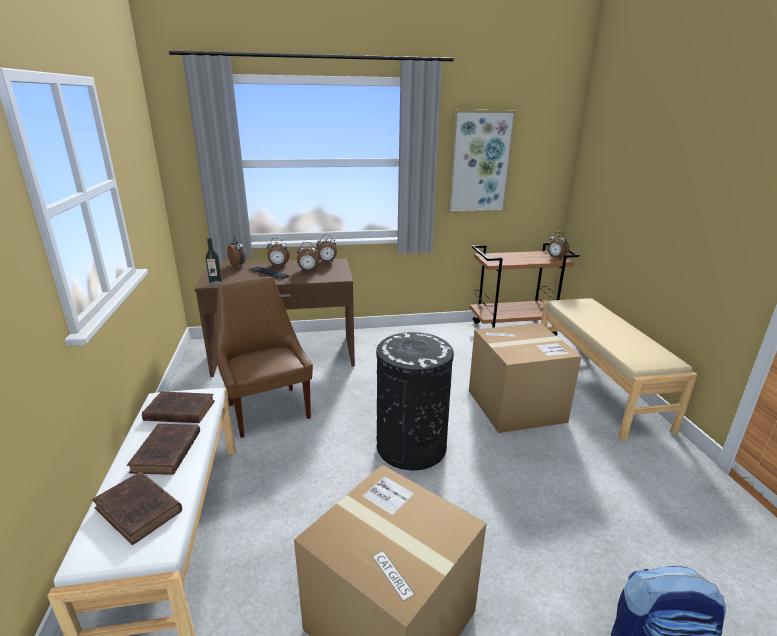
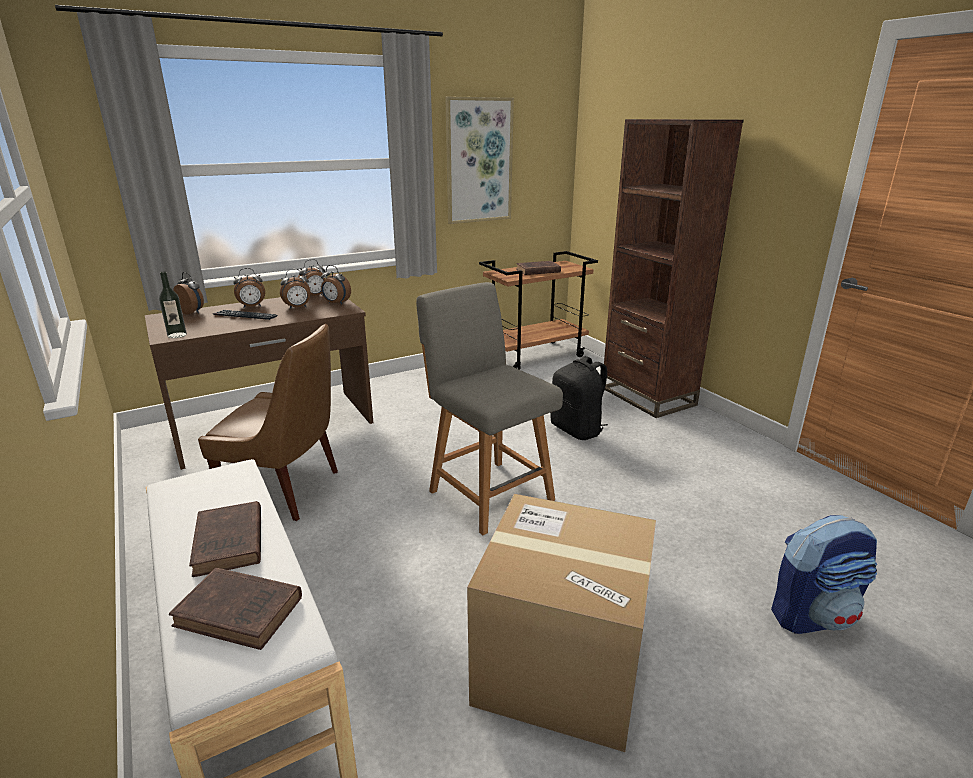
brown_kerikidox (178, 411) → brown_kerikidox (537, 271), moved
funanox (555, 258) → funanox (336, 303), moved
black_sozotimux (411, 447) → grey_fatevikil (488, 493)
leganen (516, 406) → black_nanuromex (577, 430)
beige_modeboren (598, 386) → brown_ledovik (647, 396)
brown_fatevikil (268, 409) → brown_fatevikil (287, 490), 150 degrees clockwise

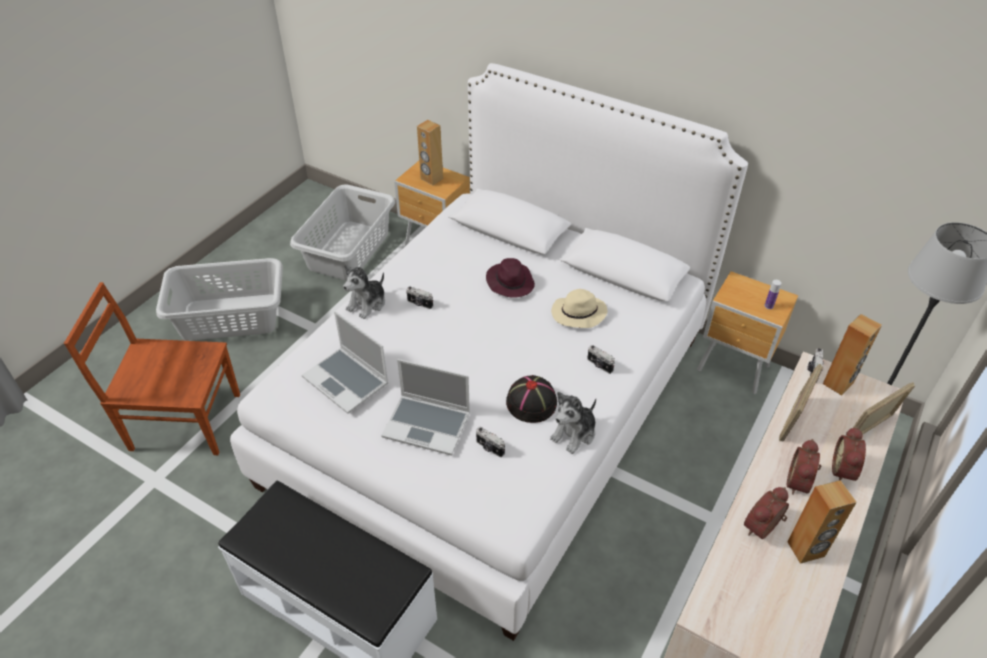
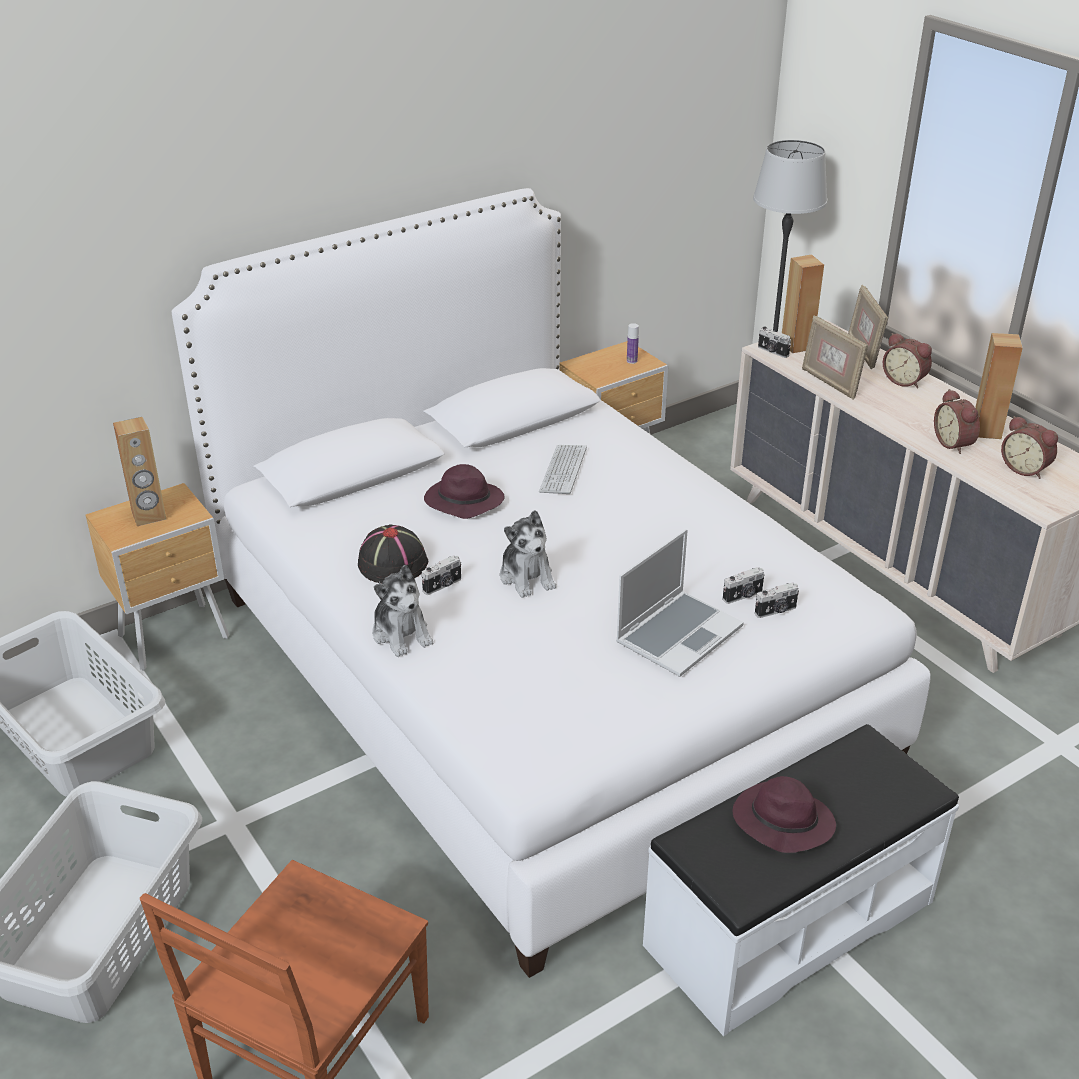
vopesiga (347, 381) → -
- → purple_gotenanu (781, 822)
black_gotenanu (531, 402) → black_gotenanu (392, 563), moved
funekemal (574, 433) → funekemal (527, 577), moved
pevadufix (599, 365) → pevadufix (776, 611), moved
funanox (800, 483) → funanox (1025, 469), moved
beige_gotenanu (578, 314) → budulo (563, 470)

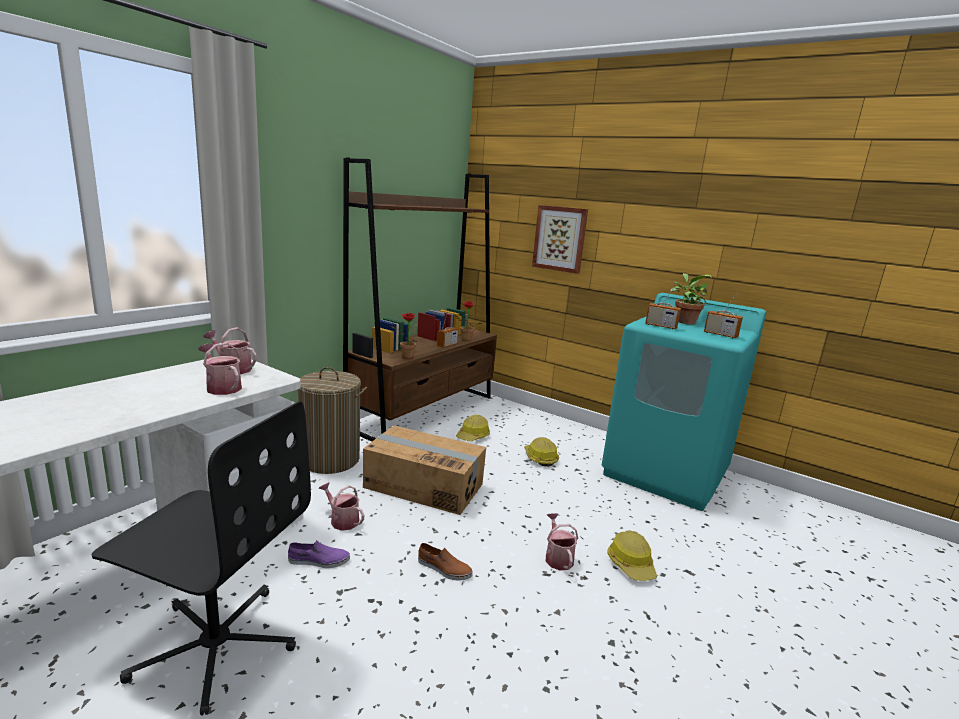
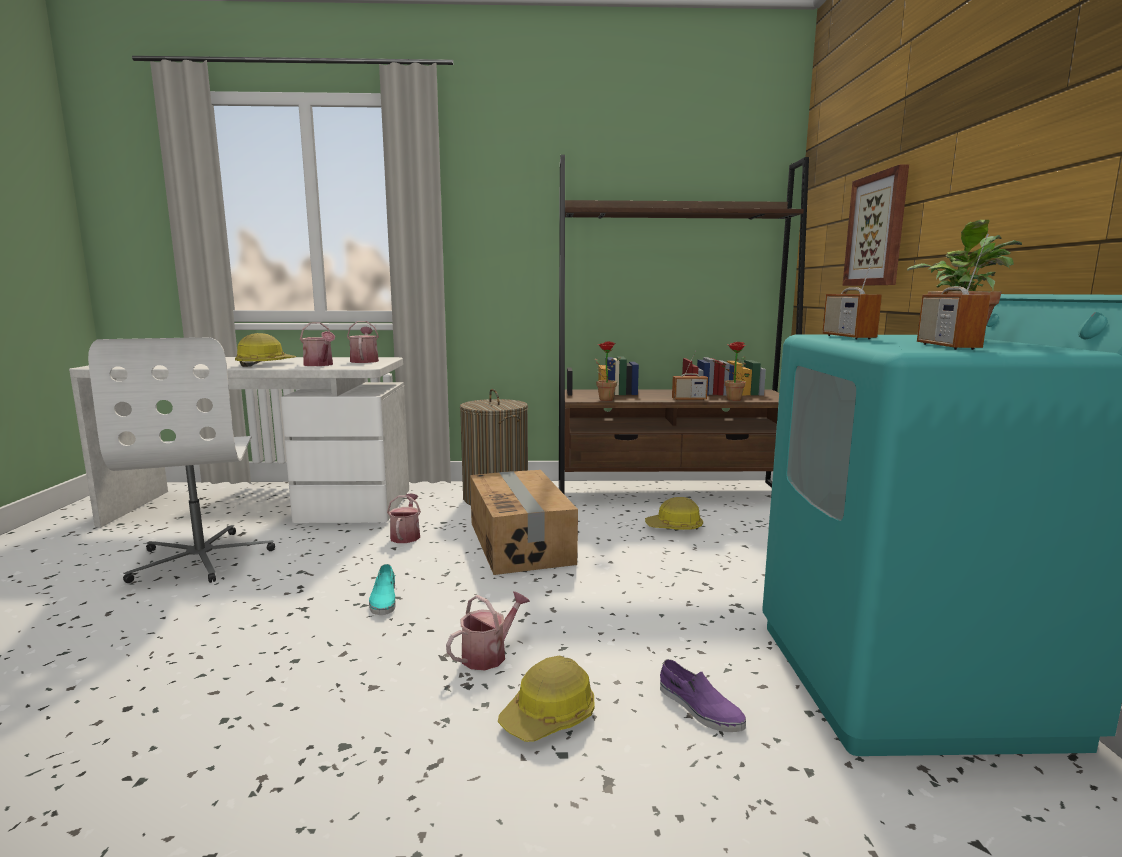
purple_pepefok (319, 561) → purple_pepefok (699, 708), moved
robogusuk (540, 458) → robogusuk (265, 364), moved
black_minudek (215, 644) → white_minudek (202, 558)
brown_pepefok (444, 568) → turquoise_pepefok (383, 599)
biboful (221, 387) → biboful (320, 365), 135 degrees clockwise

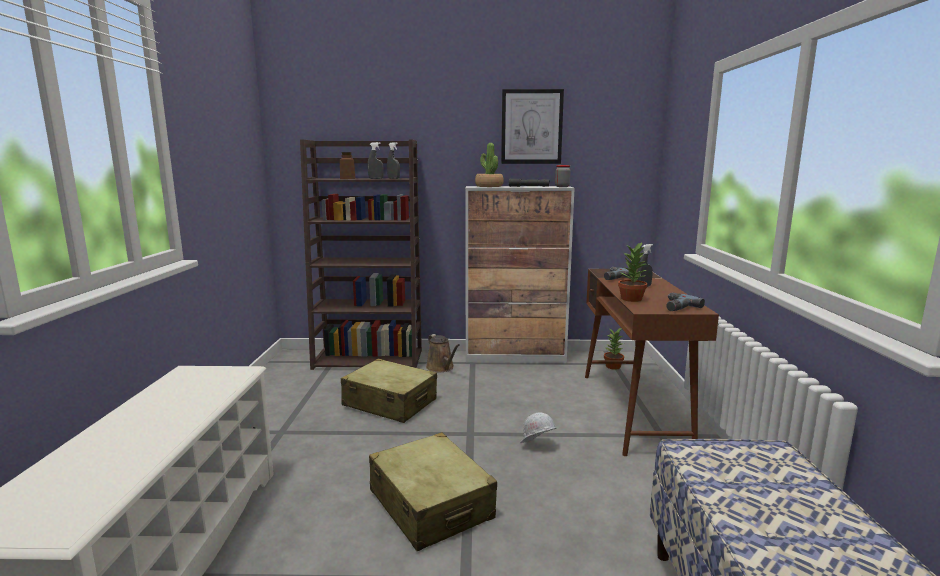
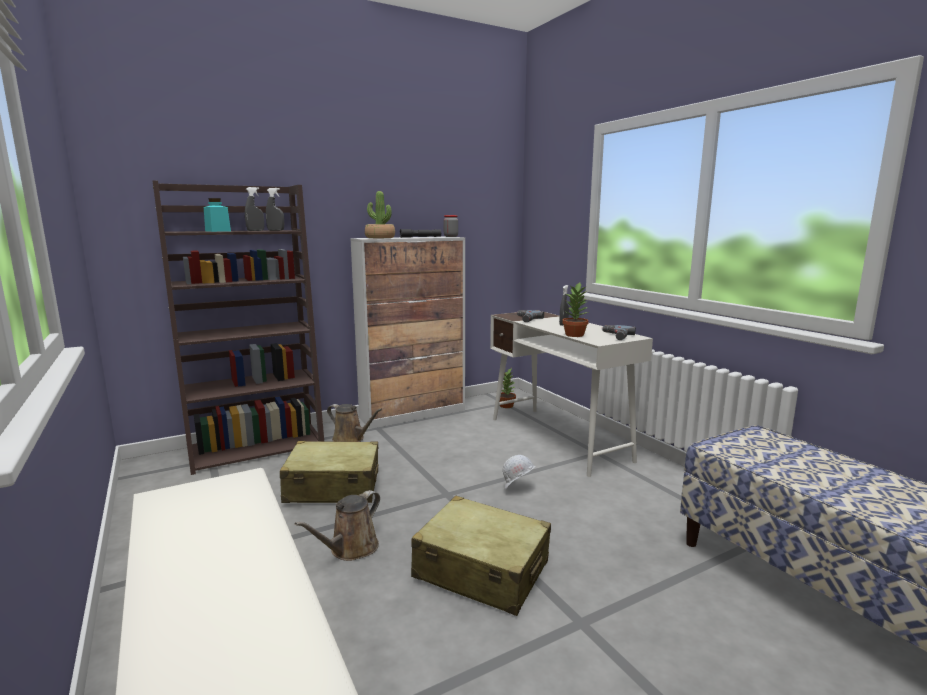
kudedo (531, 127) → -
- → brown_biboful (350, 549)
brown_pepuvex (347, 178) → turquoise_pepuvex (218, 231)
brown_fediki (632, 411) → white_fediki (558, 439)

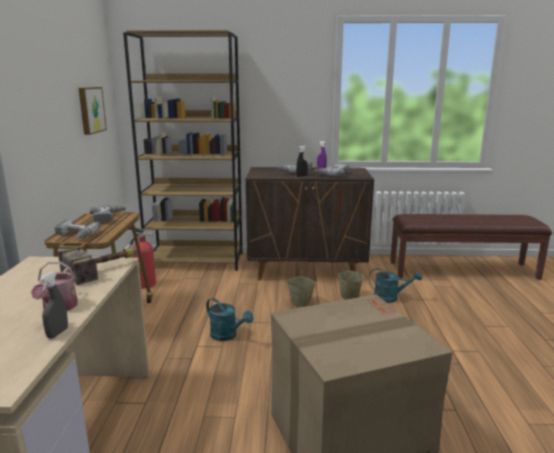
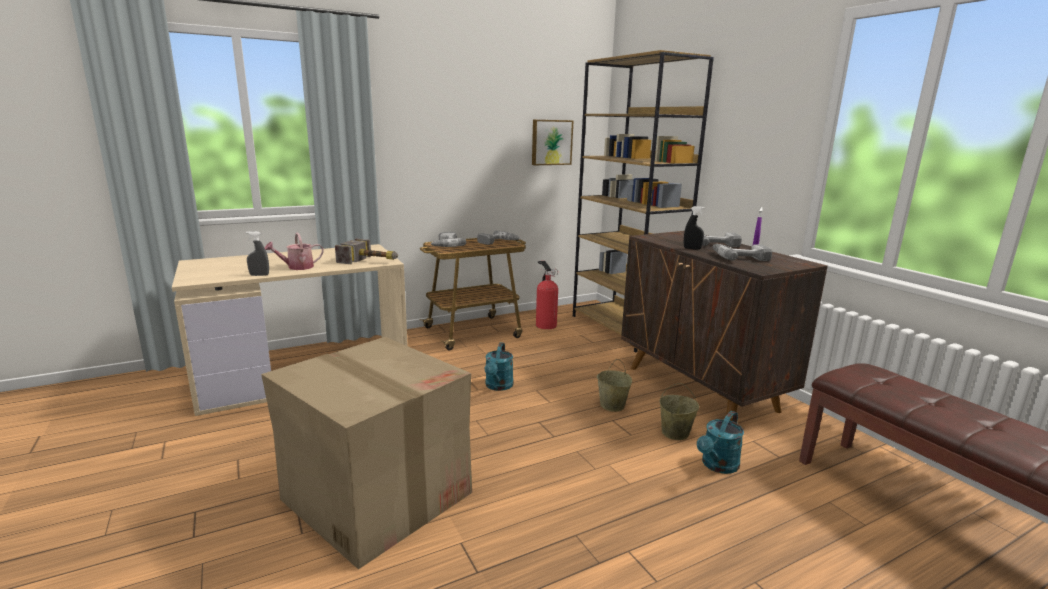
turquoise_biboful (390, 298) → turquoise_biboful (717, 466), 60 degrees clockwise

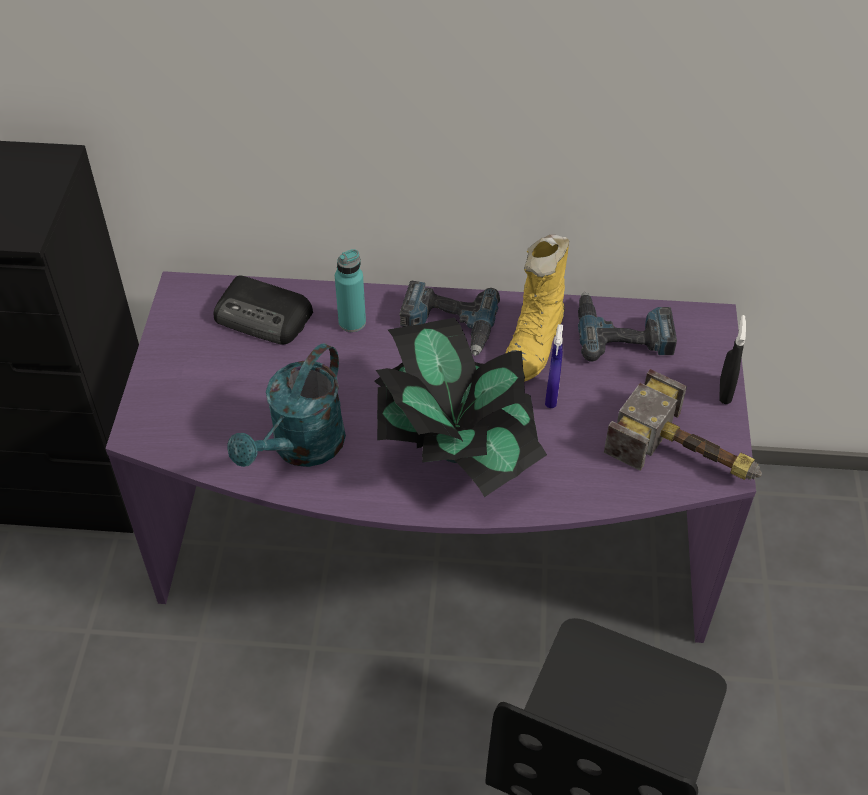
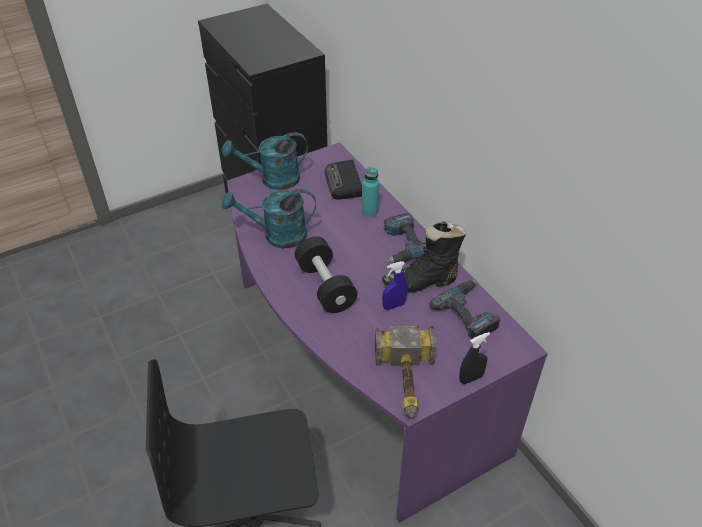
- → turquoise_biboful (272, 179)
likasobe (456, 447) → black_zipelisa (325, 286)
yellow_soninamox (534, 346) → black_soninamox (421, 282)

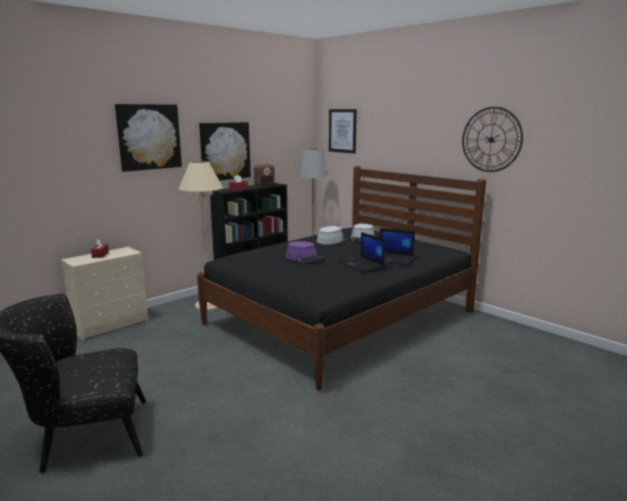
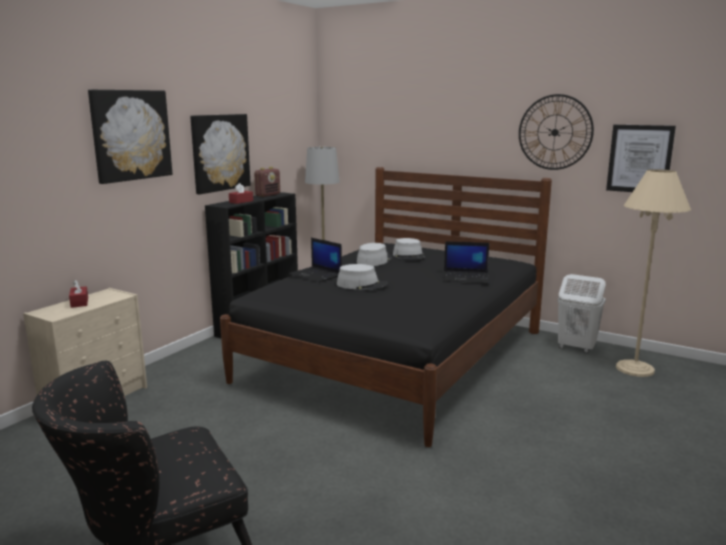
- → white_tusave (576, 347)
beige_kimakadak (208, 305) → beige_kimakadak (634, 369), moved
kudedo (342, 131) → kudedo (639, 159), moved
vopesiga (362, 265) → vopesiga (316, 275), moved
purple_gotenanu (304, 258) → grey_gotenanu (362, 285)

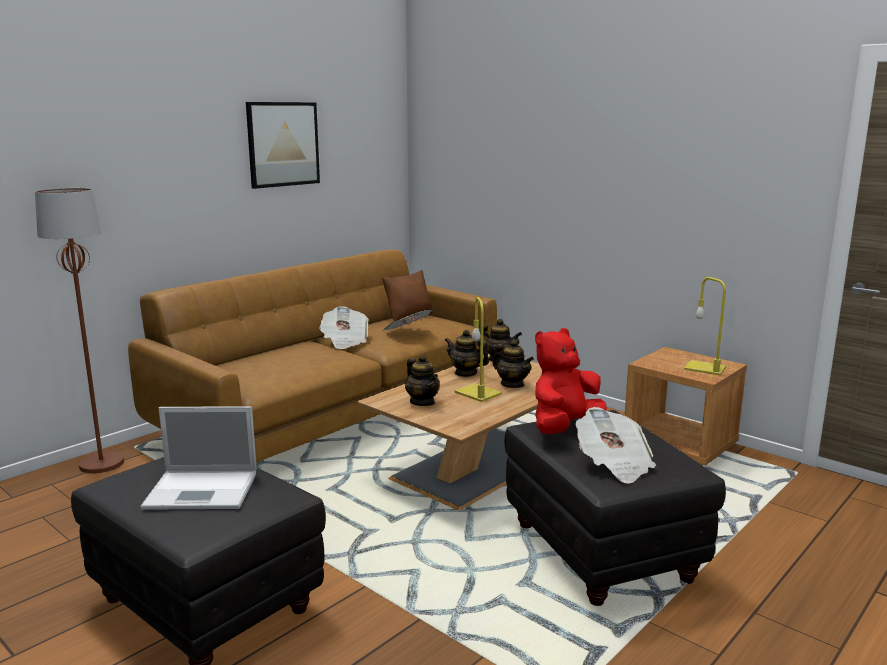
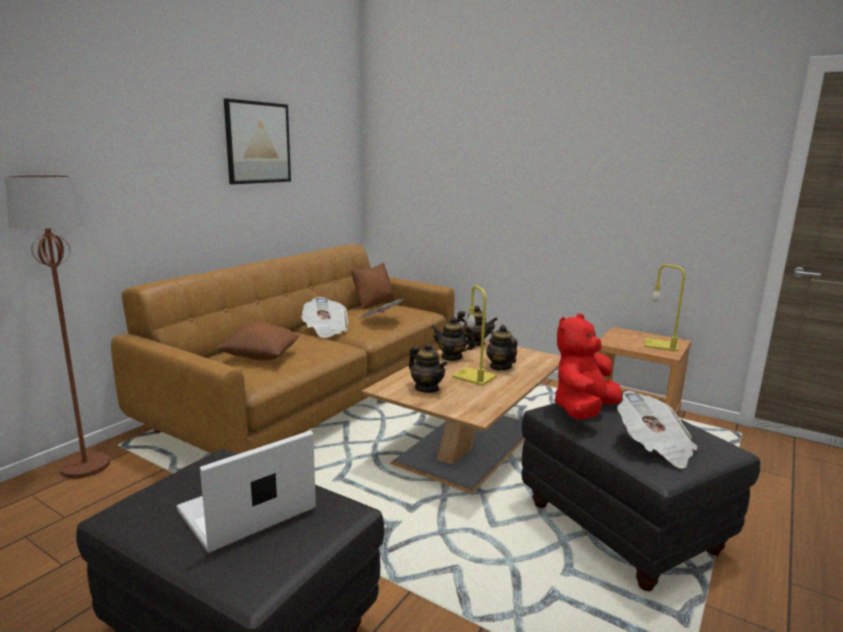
- → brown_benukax (260, 357)
vopesiga (204, 490) → vopesiga (244, 511), 150 degrees clockwise
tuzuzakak (512, 384) → tuzuzakak (500, 367), 150 degrees counterclockwise

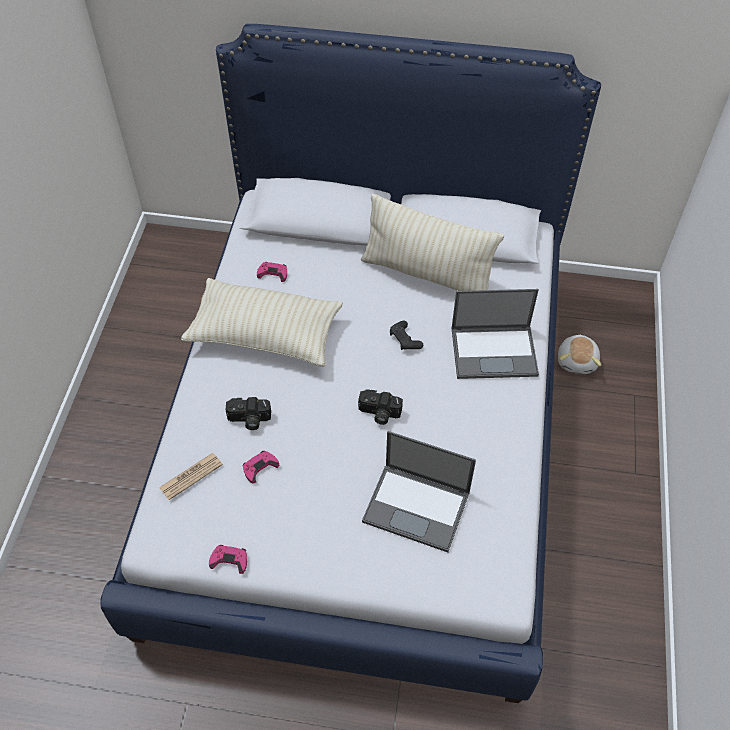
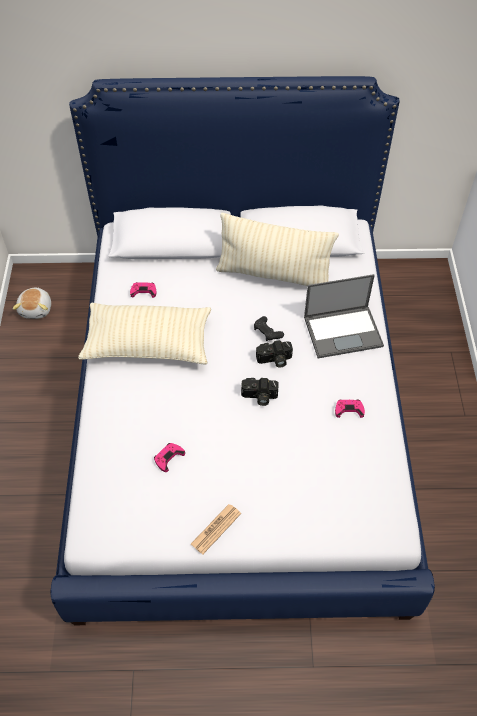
vopesiga (418, 507) → -
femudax (191, 476) → femudax (216, 529), moved
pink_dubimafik (229, 560) → pink_dubimafik (349, 409), moved
pevadufix (249, 420) → pevadufix (274, 360), moved
funekemal (577, 361) → funekemal (36, 309), moved

